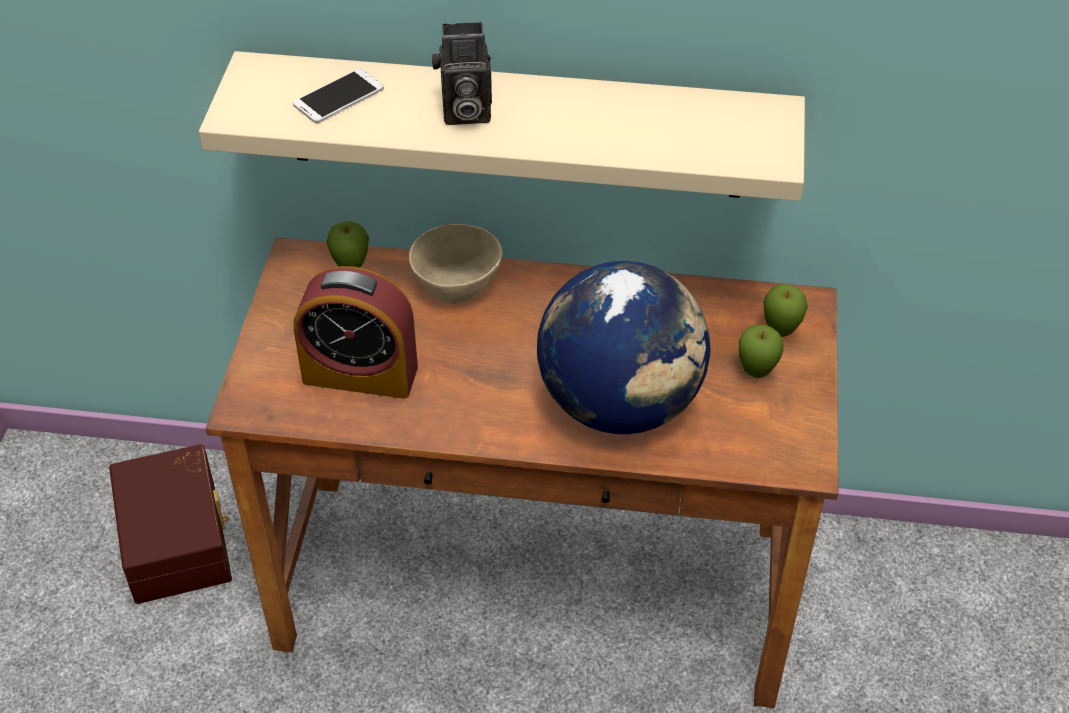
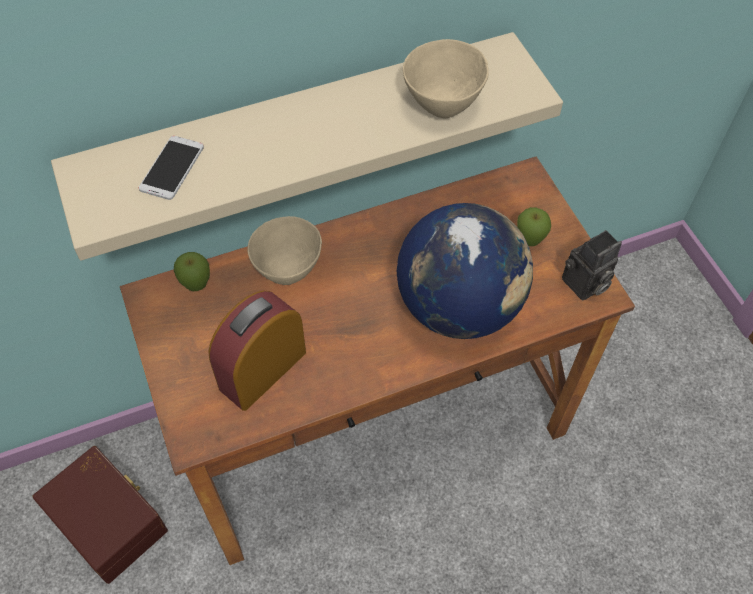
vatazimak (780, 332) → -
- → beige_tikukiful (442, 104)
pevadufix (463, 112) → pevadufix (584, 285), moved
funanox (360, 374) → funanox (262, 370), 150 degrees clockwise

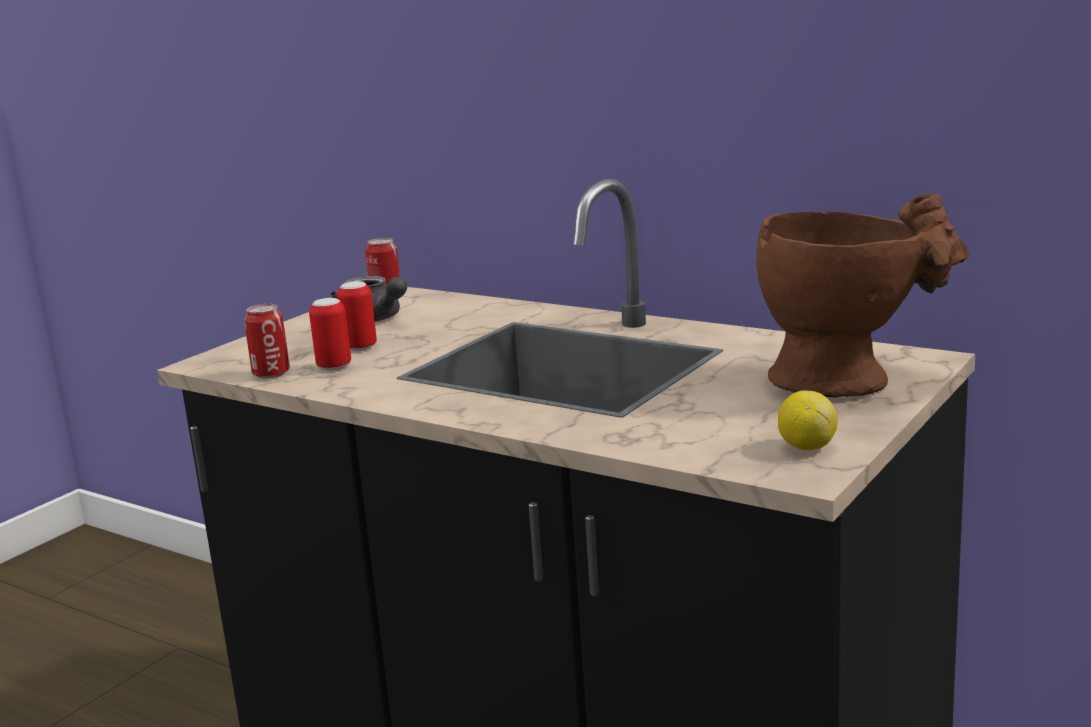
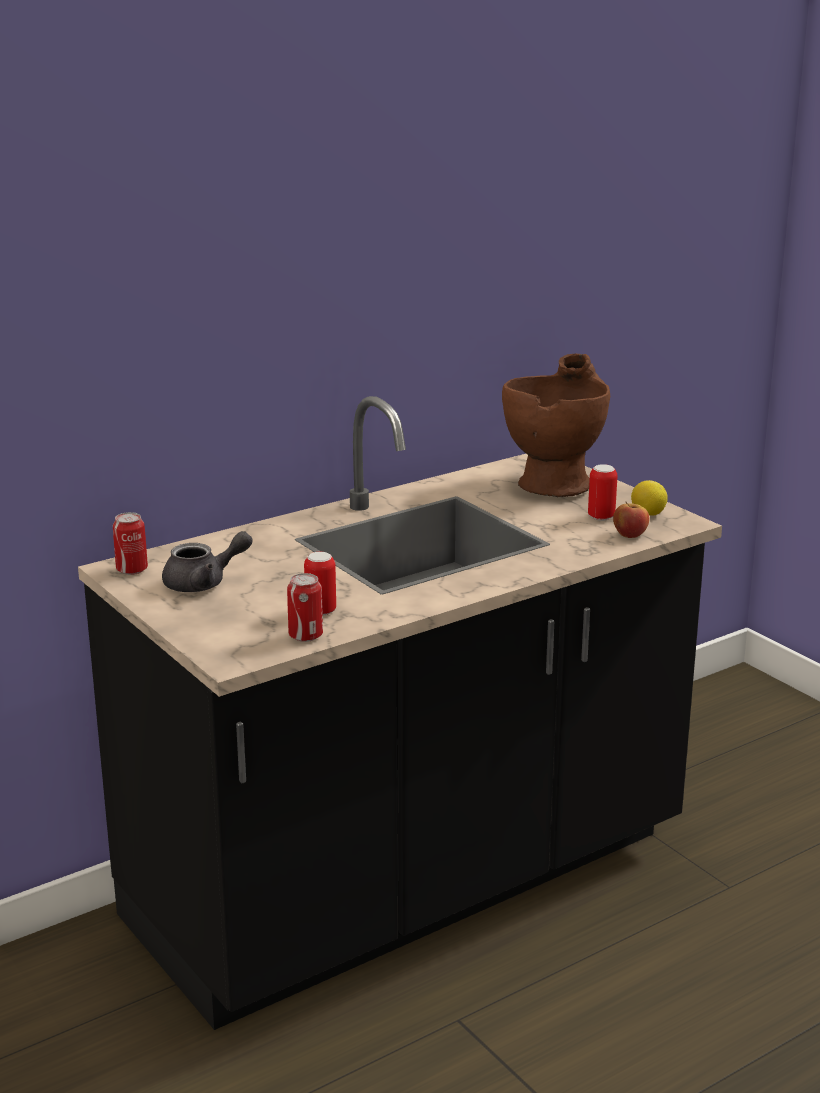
- → vatazimak (629, 535)
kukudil (360, 347) → kukudil (601, 517), moved

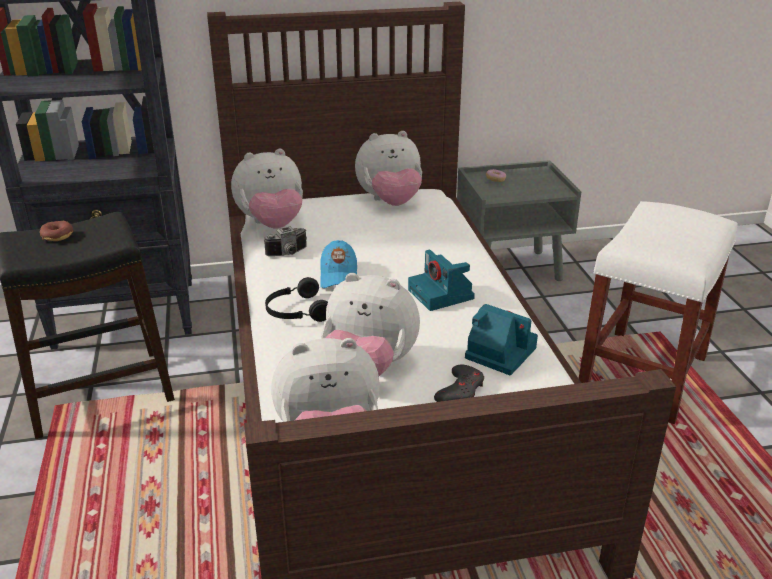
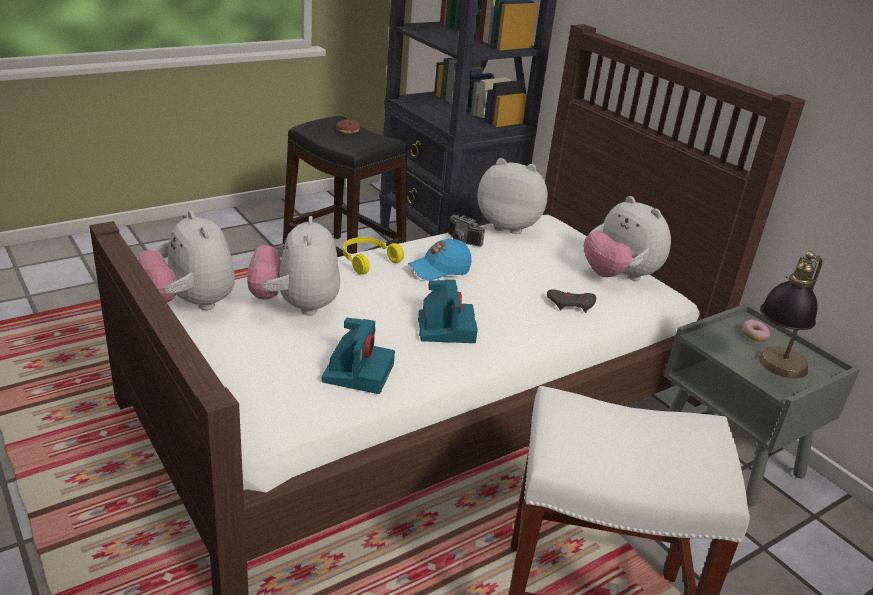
- → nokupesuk (773, 371)
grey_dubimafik (460, 390) → grey_dubimafik (571, 304), moved
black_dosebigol (296, 311) → yellow_dosebigol (367, 260)
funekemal (272, 224) → funekemal (509, 226), 150 degrees clockwise
pevadufix (442, 295) → pevadufix (445, 327), 135 degrees clockwise

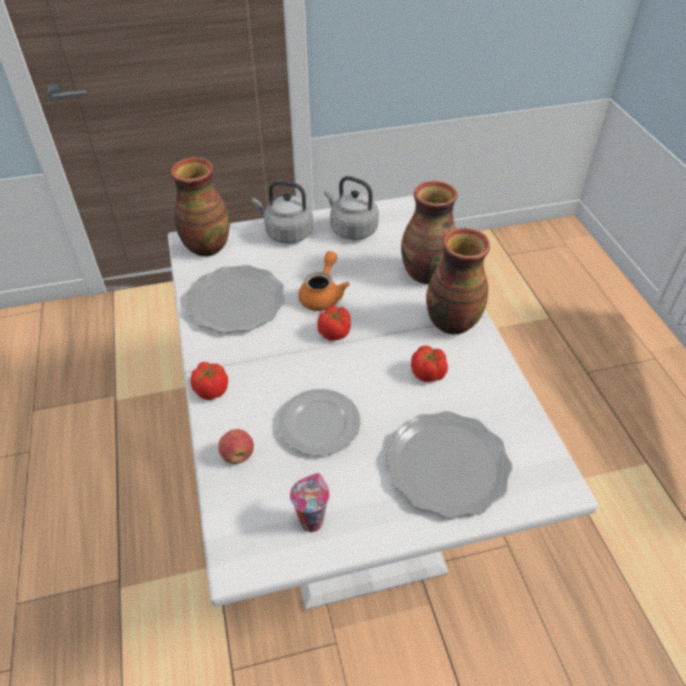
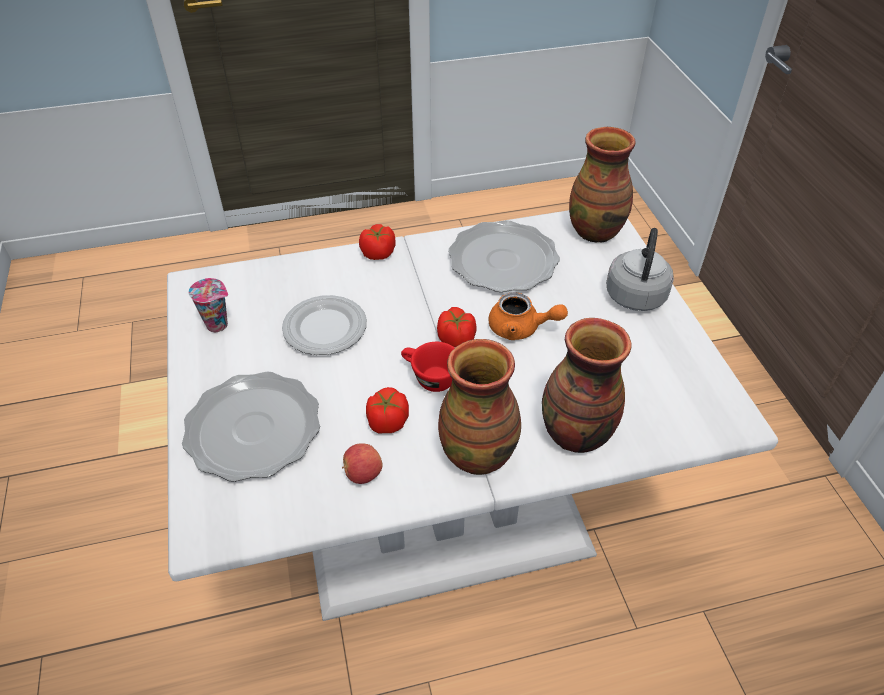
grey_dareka (351, 229) → -
- → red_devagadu (429, 378)
vatazimak (237, 455) → vatazimak (363, 474), moved

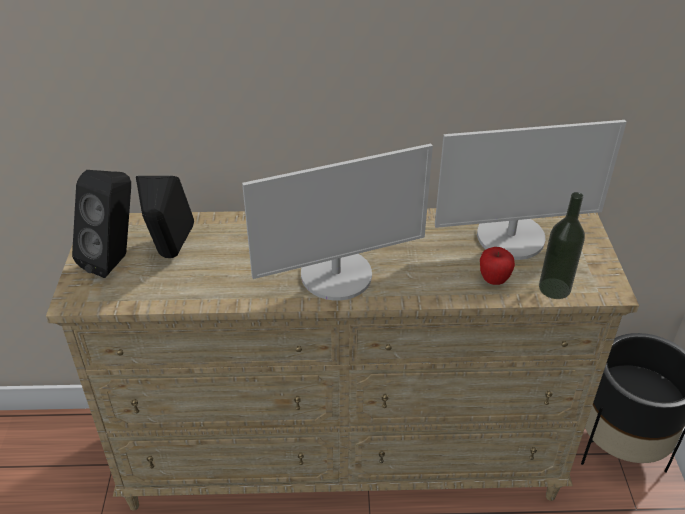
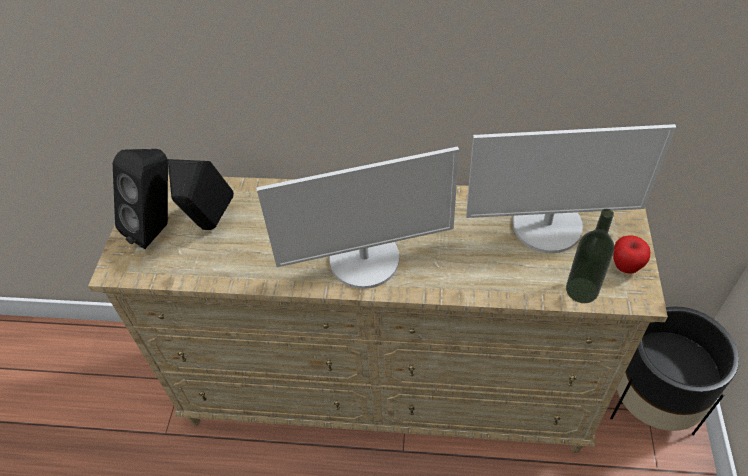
vatazimak (494, 280) → vatazimak (625, 266), moved

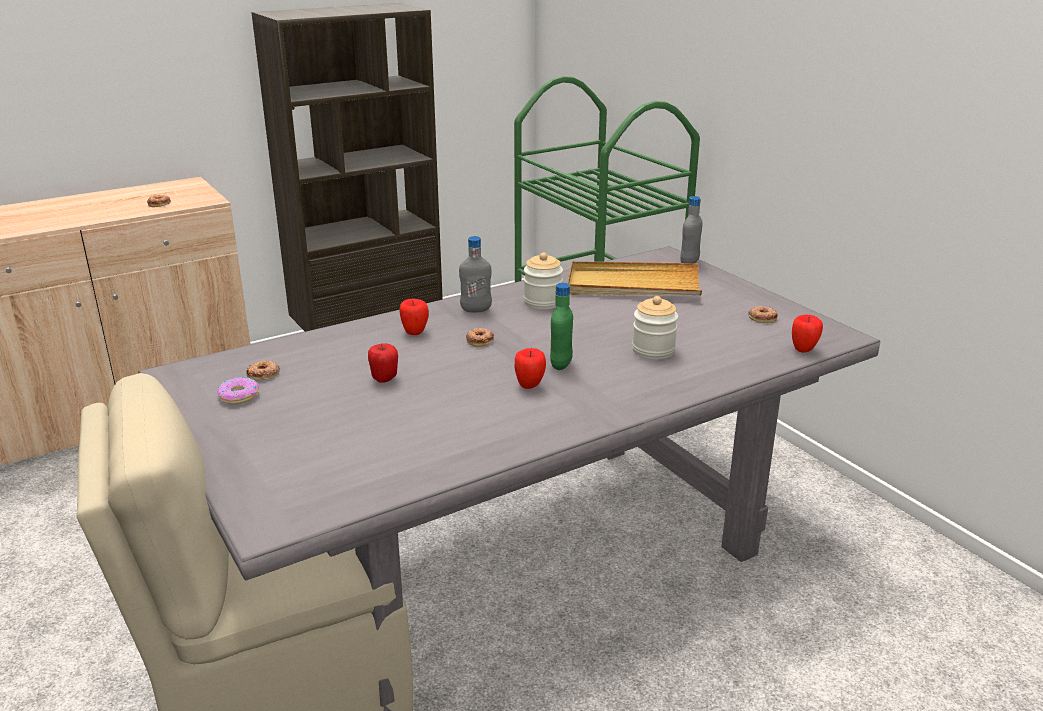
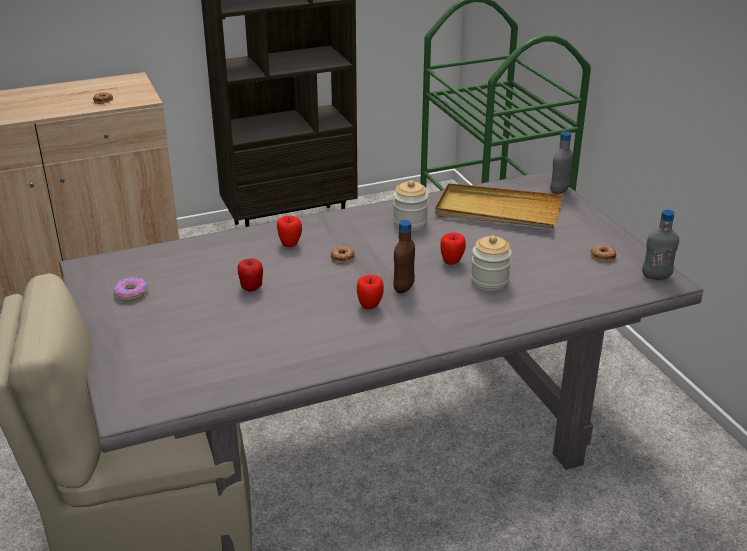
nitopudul (263, 374) → -
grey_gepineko (476, 310) → grey_gepineko (656, 276), moved
vatazimak (804, 350) → vatazimak (452, 262), moved
green_gepineko (561, 364) → brown_gepineko (404, 288)

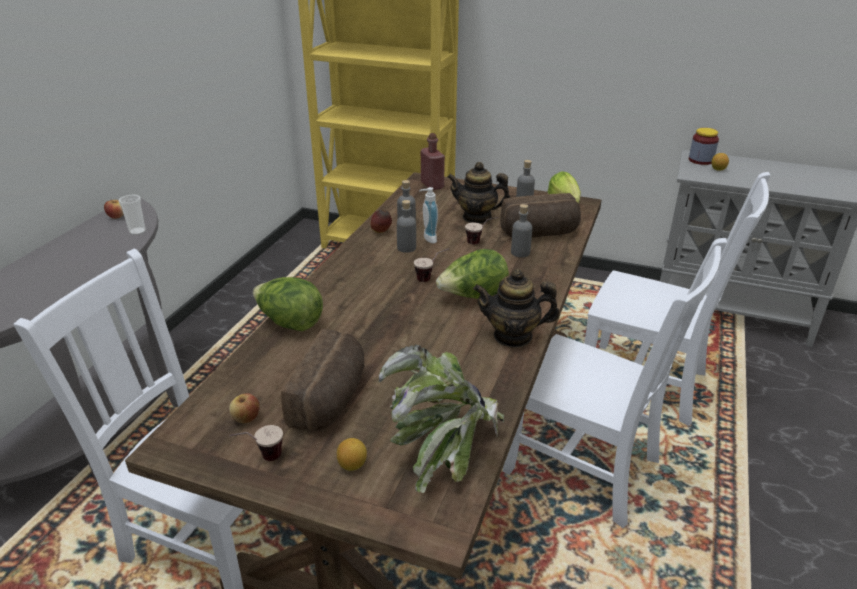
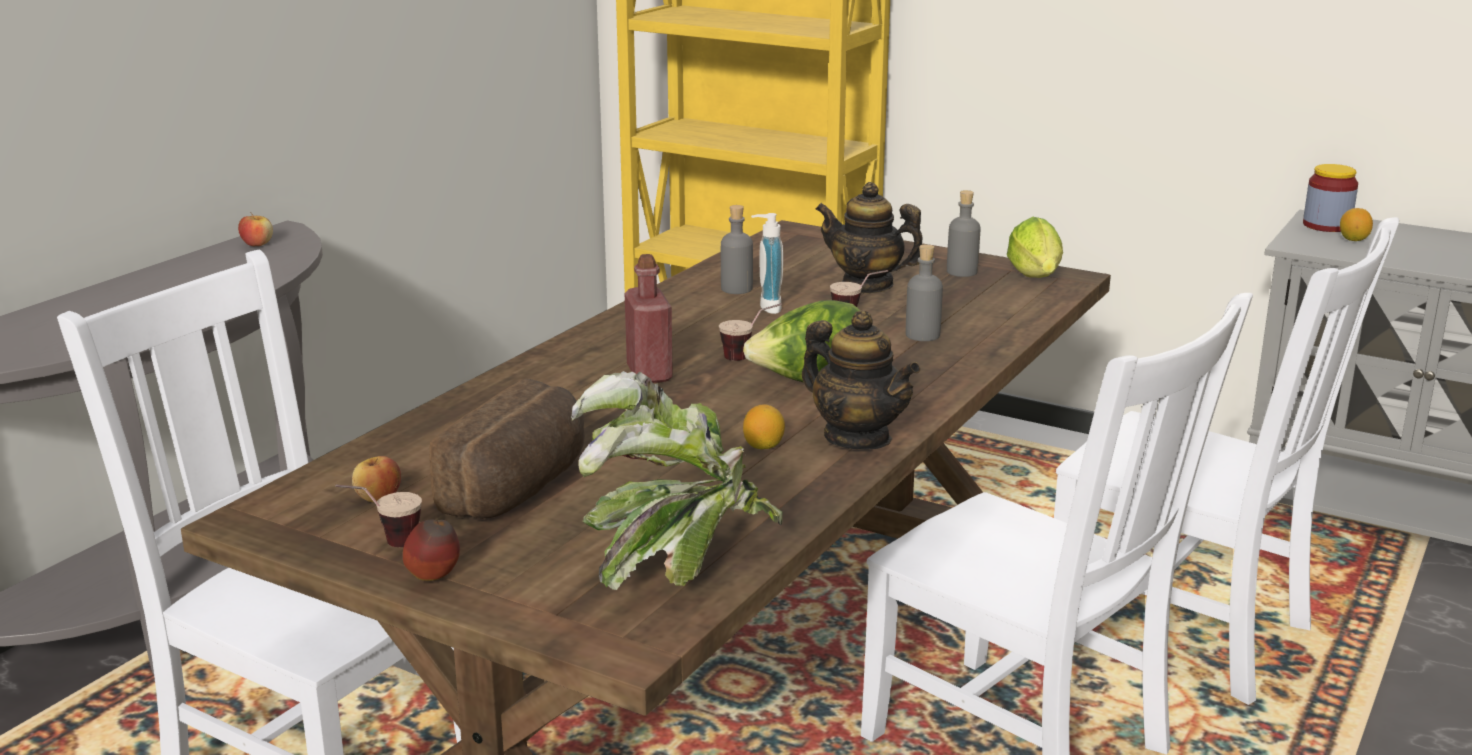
devagadu (137, 231) → -
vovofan (290, 323) → -
grey_gepineko (406, 248) → -
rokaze (539, 234) → -
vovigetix (352, 465) → vovigetix (763, 446), moved
vatazimak (381, 232) → vatazimak (434, 579), moved
red_gepineko (432, 185) → red_gepineko (649, 373), moved
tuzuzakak (513, 336) → tuzuzakak (857, 438), 150 degrees counterclockwise

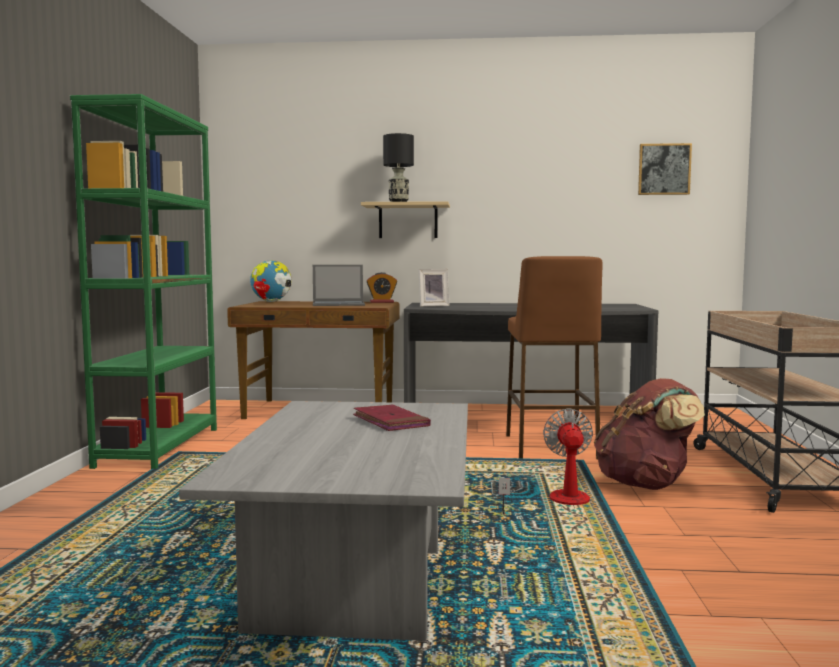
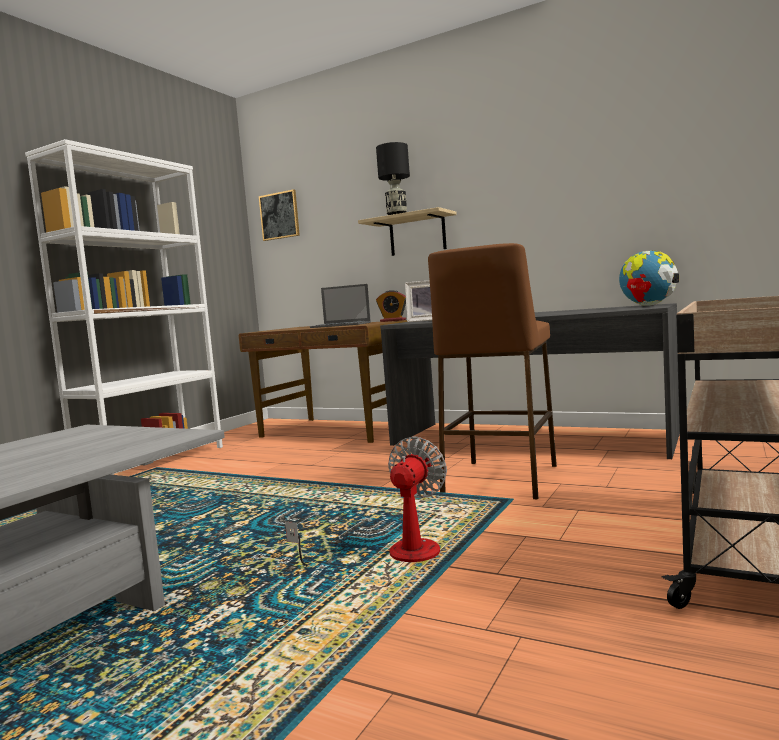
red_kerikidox (390, 422) → -
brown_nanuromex (646, 484) → -
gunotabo (271, 301) → gunotabo (649, 305), moved
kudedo (664, 169) → kudedo (279, 215), moved
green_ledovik (159, 447) → white_ledovik (153, 462)

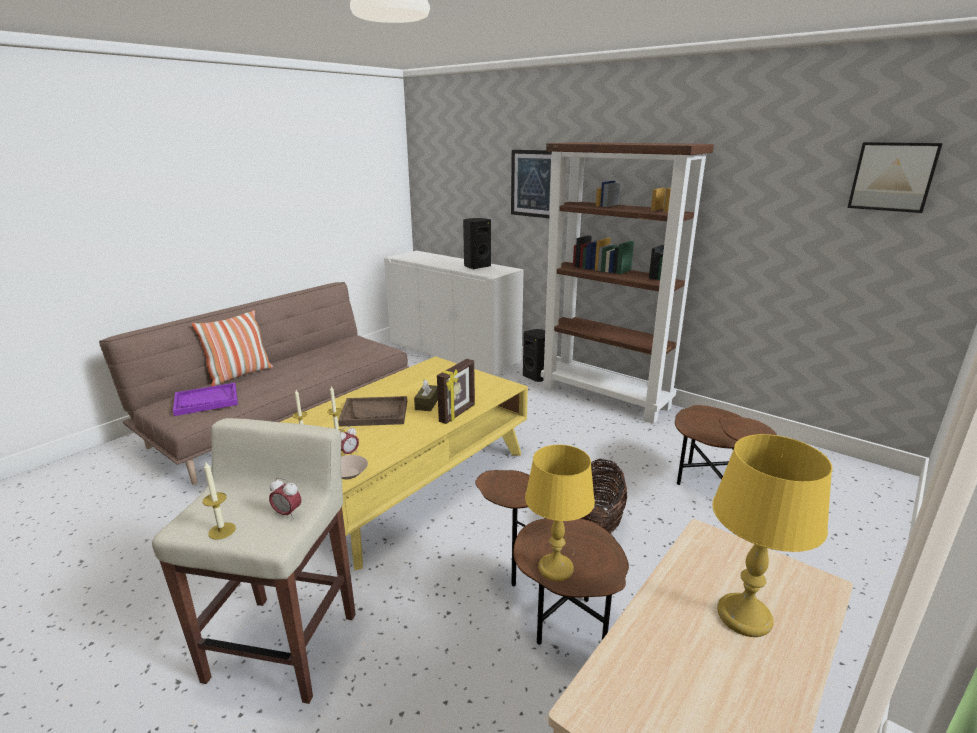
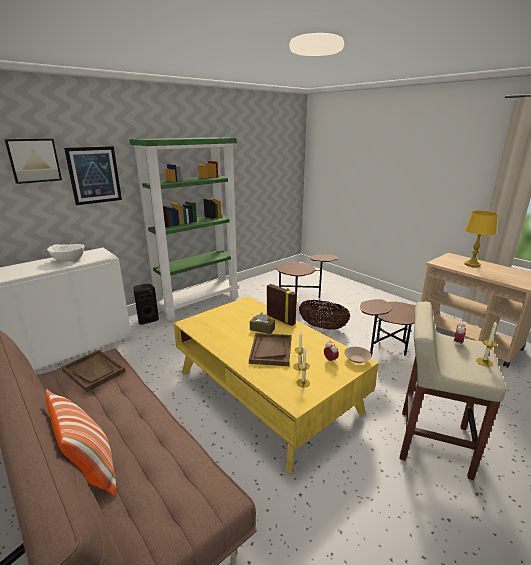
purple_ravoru (206, 401) → -
yellow_nokupesuk (556, 568) → -
- → brown_ravoru (94, 371)
kudedo (893, 176) → kudedo (34, 160), moved
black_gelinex (476, 266) → white_tikukiful (68, 259)
brown_ledovik (606, 397) → green_ledovik (198, 302)

